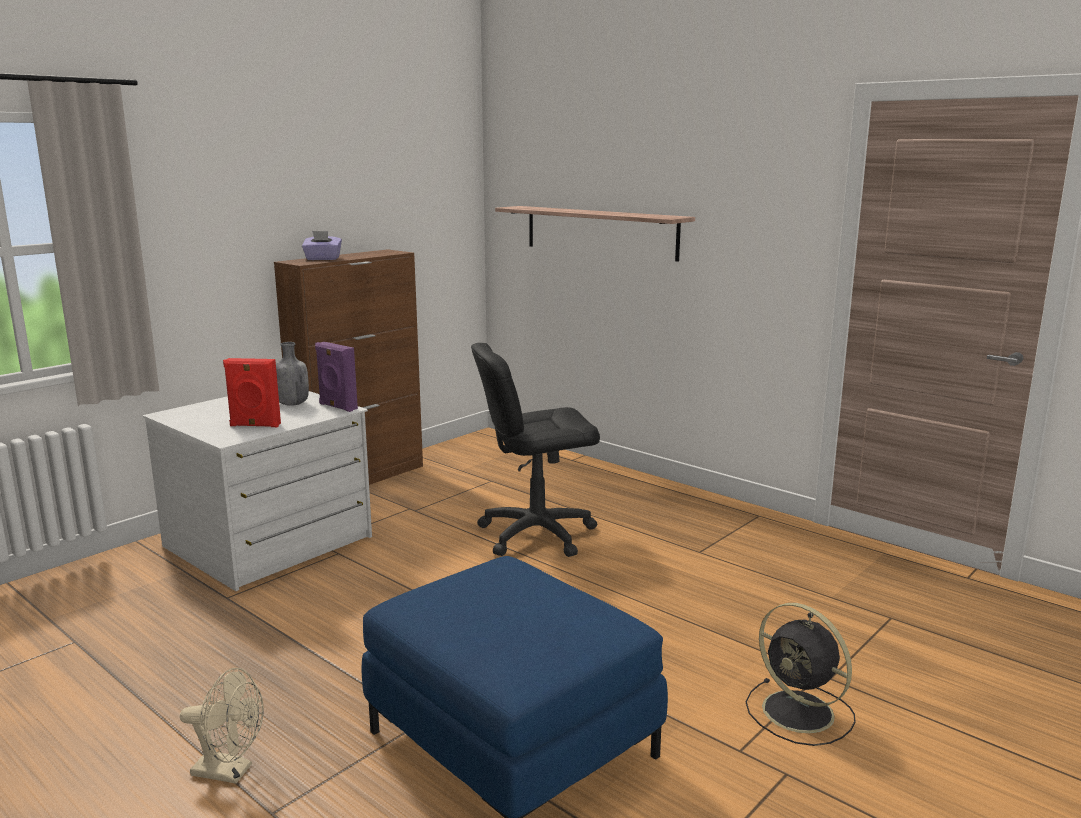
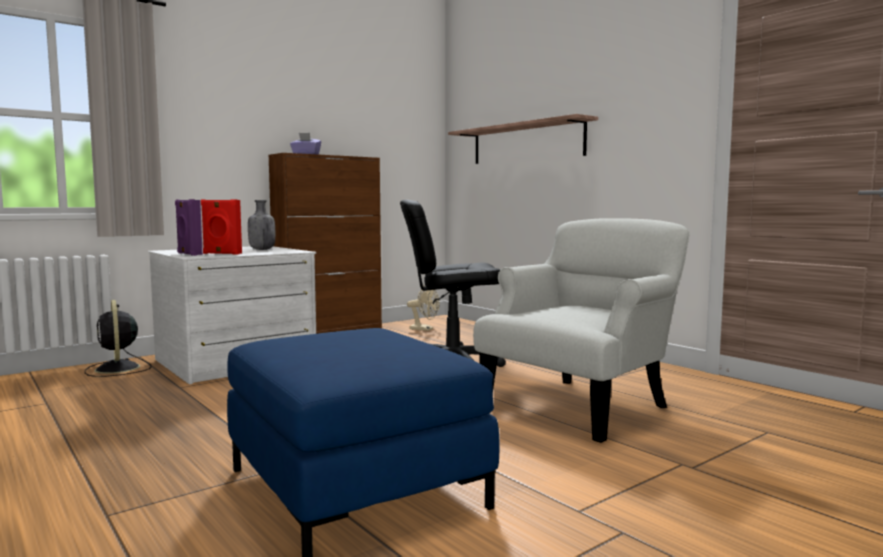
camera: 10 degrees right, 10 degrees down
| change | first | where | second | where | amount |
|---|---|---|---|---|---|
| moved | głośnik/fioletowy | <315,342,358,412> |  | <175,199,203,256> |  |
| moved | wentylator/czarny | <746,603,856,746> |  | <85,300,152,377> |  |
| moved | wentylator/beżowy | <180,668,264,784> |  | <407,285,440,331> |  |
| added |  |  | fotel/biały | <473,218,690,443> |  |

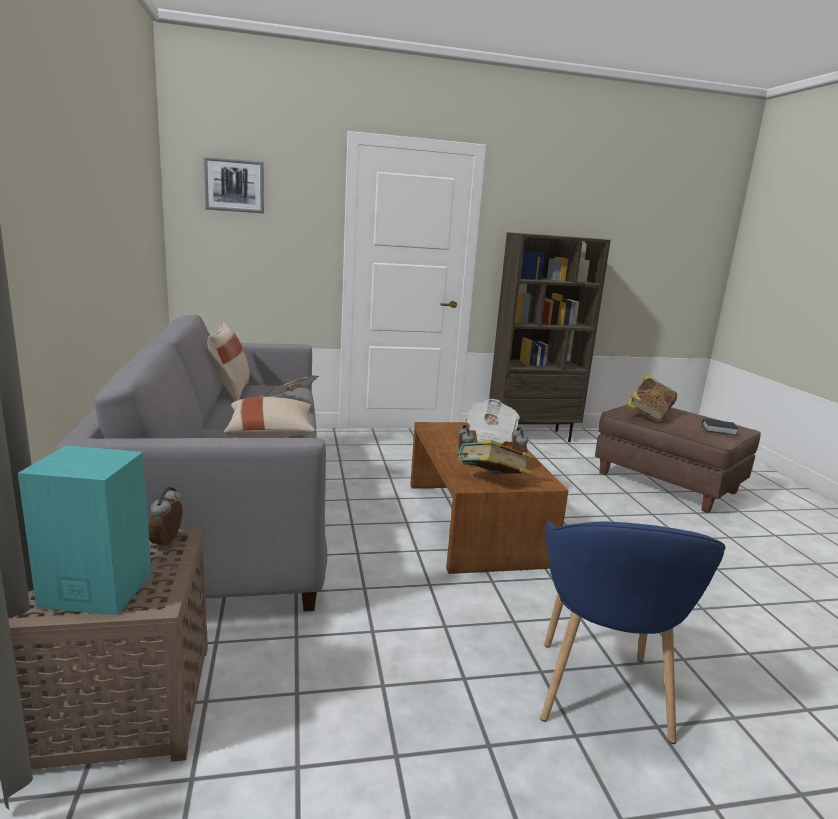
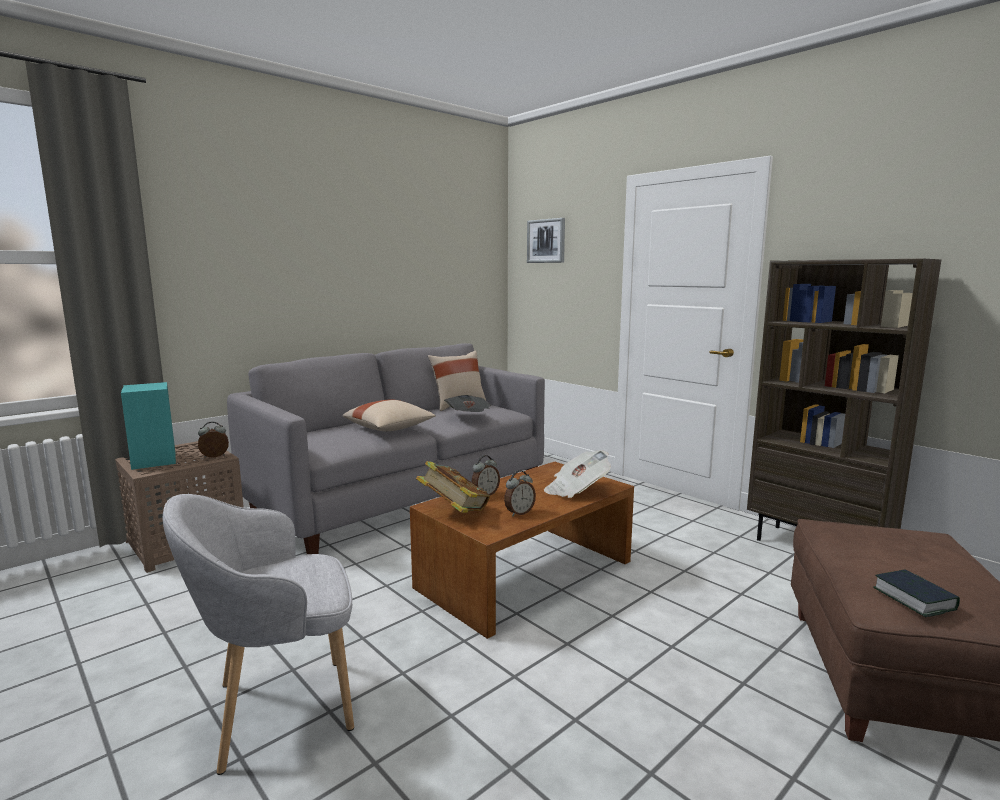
camera: 60 degrees right, 5 degrees down
| change | first | where | second | where | amount |
|---|---|---|---|---|---|
| removed | książka | <626,374,677,422> |  |  |  |
| recoloured | fotel/niebieski | <541,521,725,744> | fotel/szary | <163,494,354,775> |  |

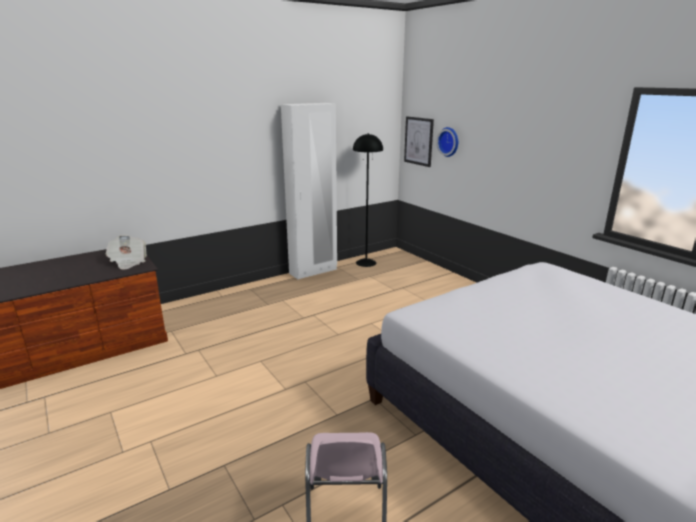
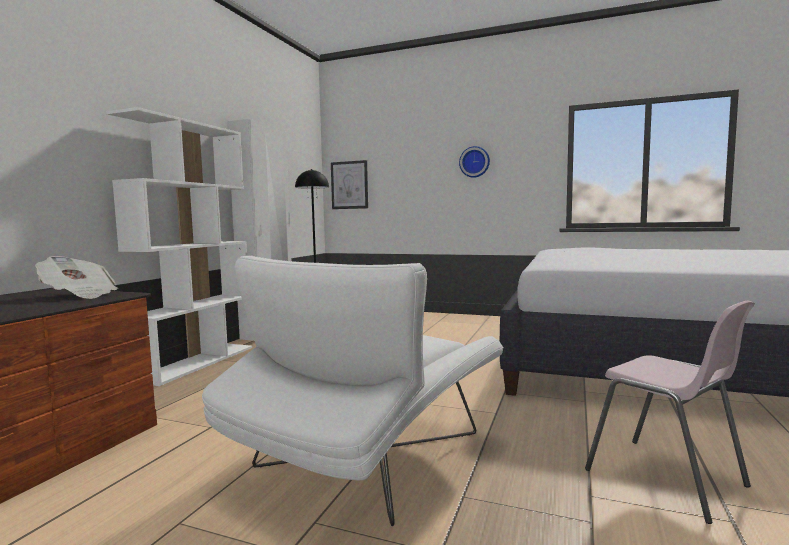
camera: 35 degrees left, 15 degrees down
| change | first | where | second | where | amount |
|---|---|---|---|---|---|
| moved | zegar ścienny | <436,127,458,157> |  | <459,146,490,178> |  |
| added |  |  | regał/biały | <106,107,252,386> |  |
| added |  |  | fotel/biały | <202,255,503,526> |  |

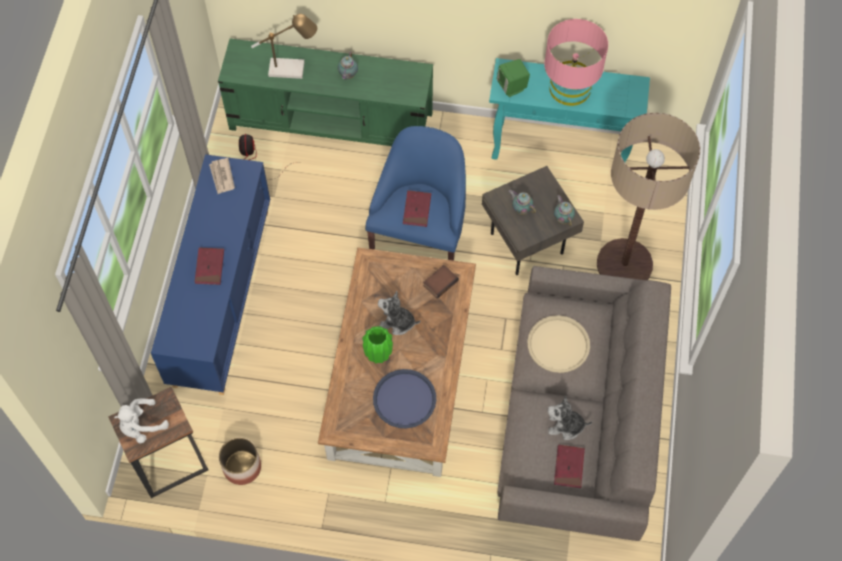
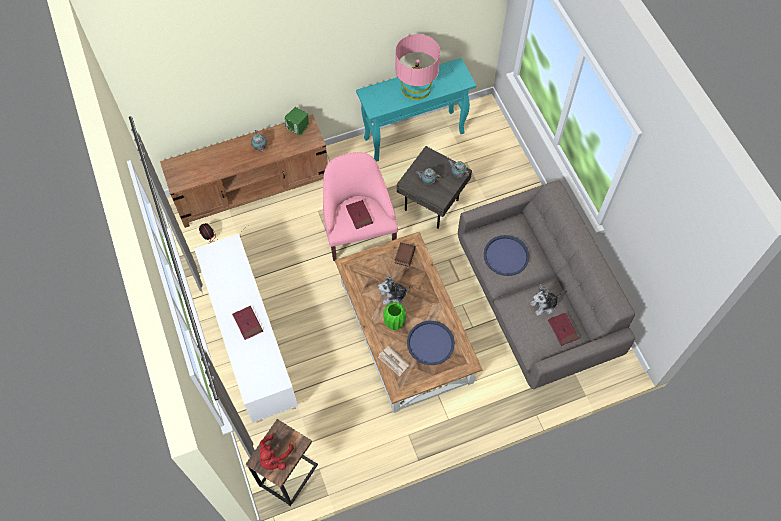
camera: 30 degrees left, 0 degrees up
| change | first | where | second | where | amount |
|---|---|---|---|---|---|
| removed | lampa stołowa | <251,14,317,79> |  |  |  |
| recoloured | szafka pod telewizor/zielony | <218,39,433,146> | szafka pod telewizor/brązowy | <160,114,328,228> |  |
| moved | głośnik/zielony | <497,59,530,97> |  | <285,107,309,136> |  |
| removed | lampa stojąca | <597,113,700,280> |  |  |  |
| recoloured | fotel/niebieski | <365,126,466,261> | fotel/różowy | <323,152,398,261> |  |
| recoloured | szafka/niebieski | <151,154,270,395> | szafka/biały | <194,234,298,423> |  |
| moved | gazeta | <209,158,235,194> |  | <378,346,409,376> |  |
| recoloured | taca/beżowy | <527,315,590,373> | taca/niebieski | <484,235,530,276> |  |
| recoloured | pluszak/biały | <114,398,169,443> | pluszak/czerwony | <259,434,294,470> |  |
| removed | donica | <219,437,261,485> |  |  |  |

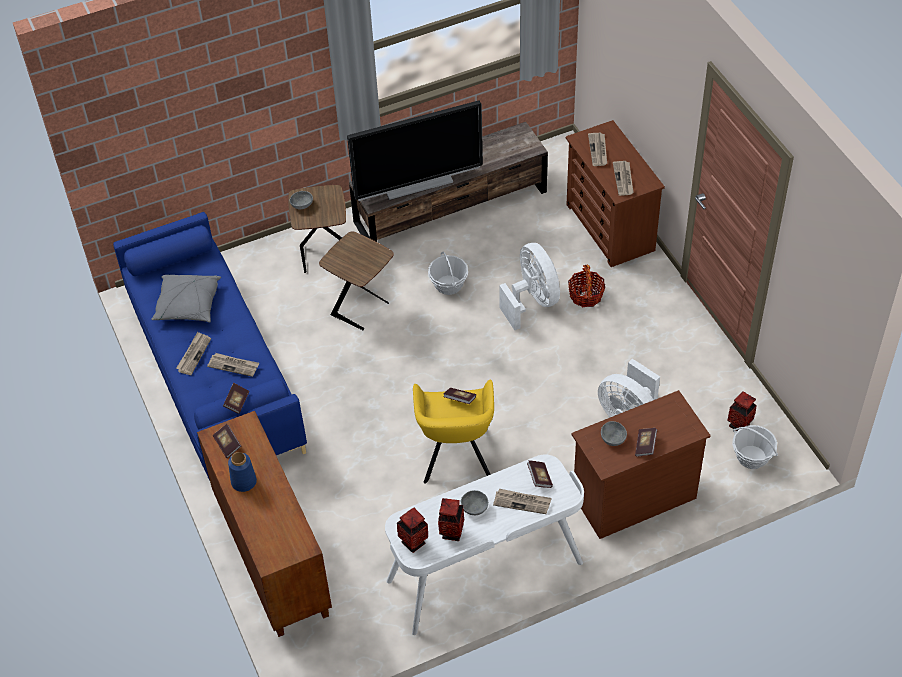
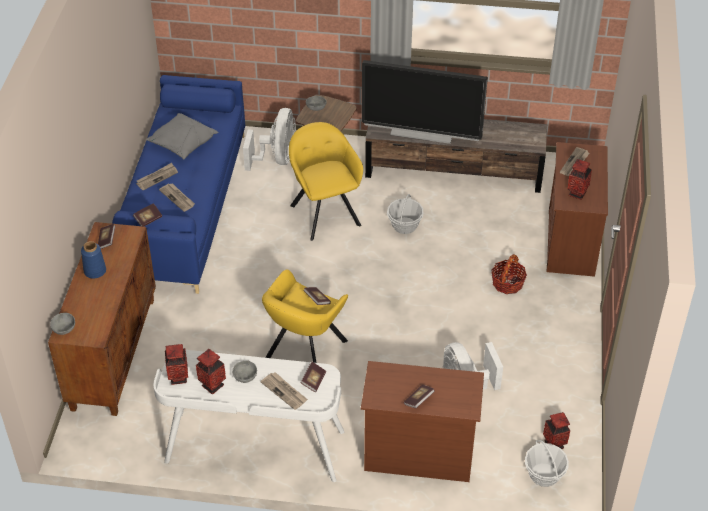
camera: 30 degrees right, 5 degrees down
| change | first | where | second | where | amount |
|---|---|---|---|---|---|
| replaced | gazeta | <613,161,634,196> | wazon | <568,159,592,200> |  |
| replaced | stolik/brązowy | <319,231,394,330> | fotel/żółty | <289,122,363,241> |  |
| moved | wentylator/biały | <499,243,560,330> |  | <243,108,296,171> |  |
| moved | miska/szary | <601,421,627,446> |  | <50,313,75,335> |  |

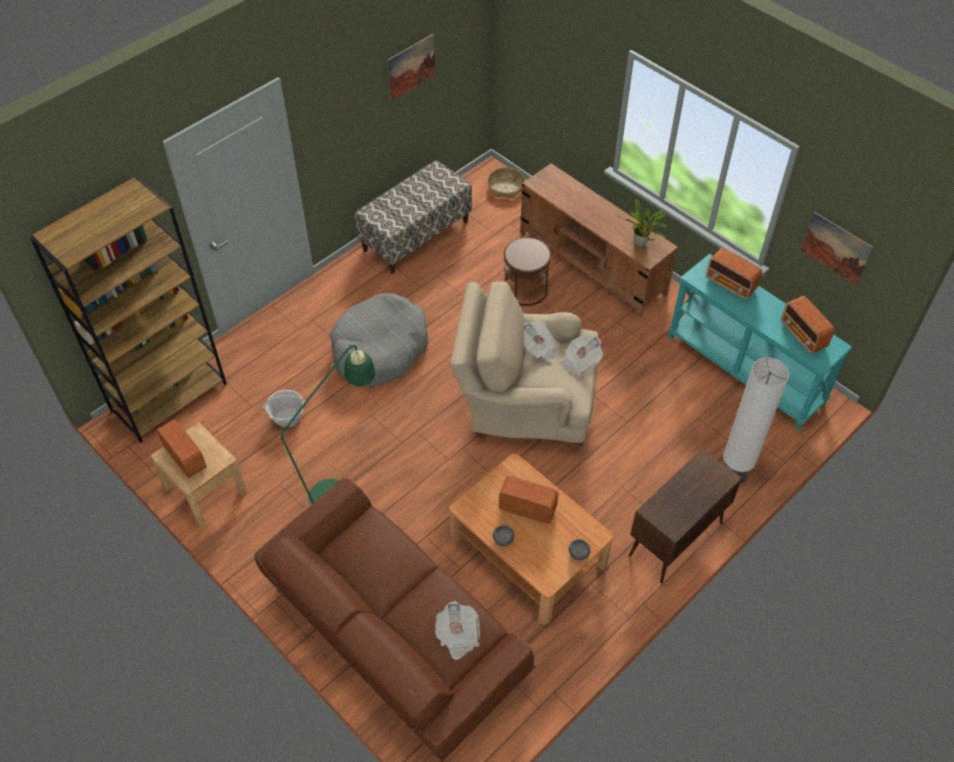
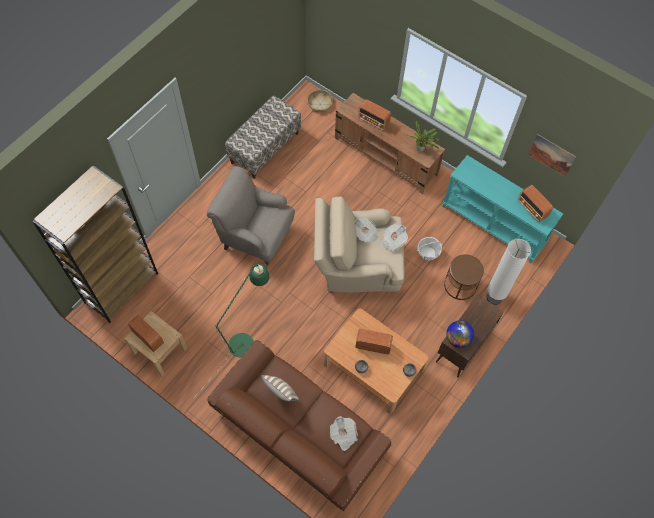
camera: 10 degrees left, 10 degrees up
| change | first | where | second | where | amount |
|---|---|---|---|---|---|
| removed | obraz | <387,34,436,101> |  |  |  |
| moved | stolik/brązowy | <504,237,551,306> |  | <444,255,484,300> |  |
| moved | radio | <706,248,762,299> |  | <358,99,391,130> |  |
| replaced | legowisko/szary | <330,293,429,387> | fotel/szary | <207,166,295,265> |  |
| moved | koszyk | <262,390,305,427> |  | <416,237,443,261> |  |
| added |  |  | globus | <446,320,474,348> |  |
| added |  |  | poduszka | <261,375,299,401> |  |

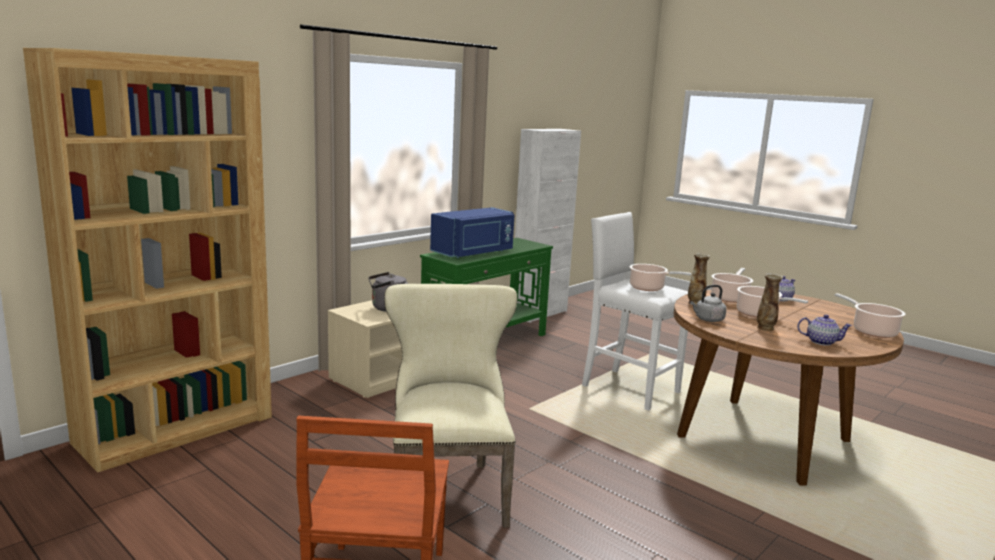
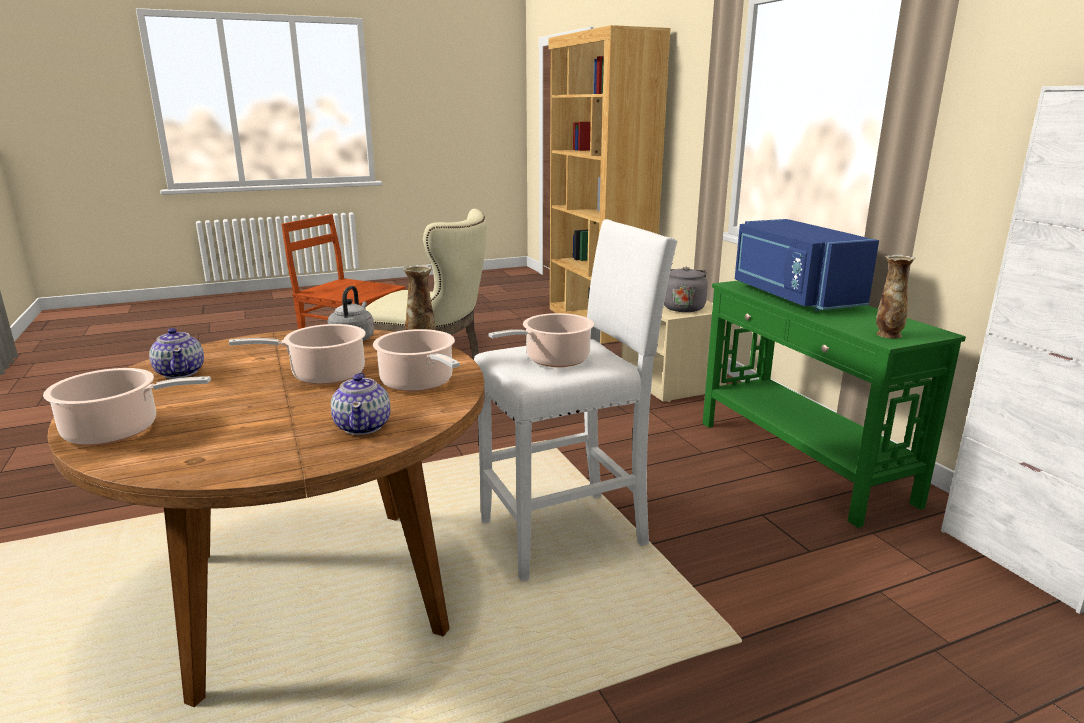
camera: 115 degrees right, 5 degrees up
| change | first | where | second | where | amount |
|---|---|---|---|---|---|
| moved | wazon | <757,273,783,331> |  | <876,254,915,338> |  |
| turned | imbryk | <797,314,852,346> |  | <149,328,204,379> | 75 degrees counterclockwise |

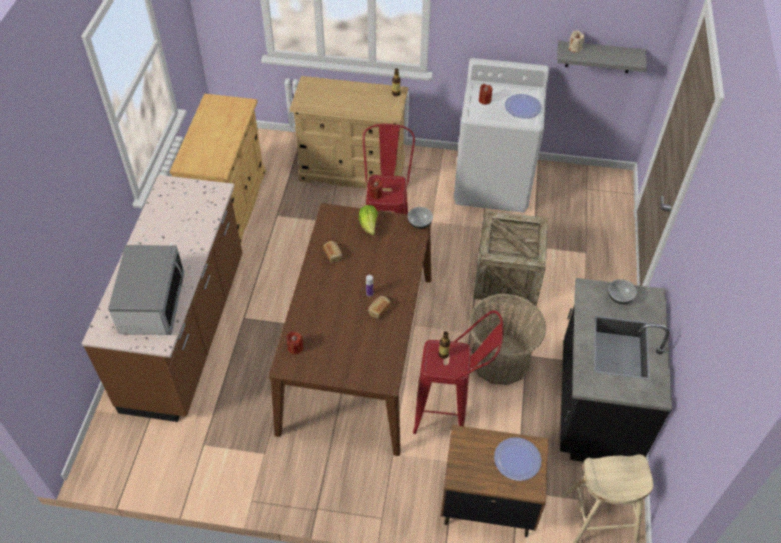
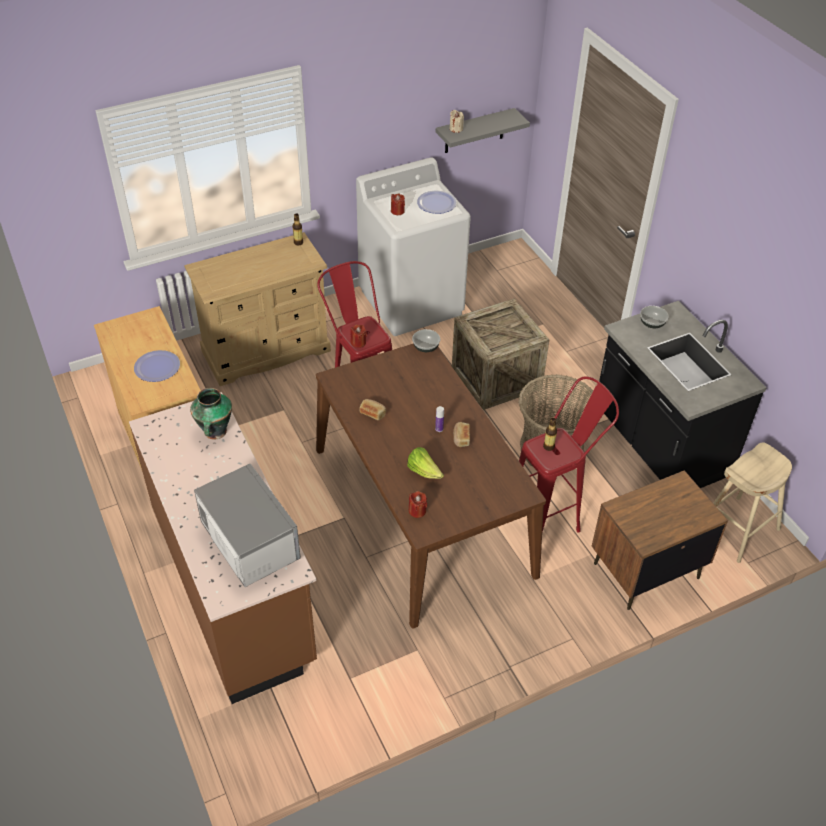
camera: 35 degrees left, 5 degrees down
| change | first | where | second | where | amount |
|---|---|---|---|---|---|
| moved | sałata | <359,205,378,235> |  | <407,447,444,479> |  |
| moved | talerz | <494,437,541,481> |  | <134,350,180,382> |  |
| added |  |  | wazon | <190,388,232,439> |  |

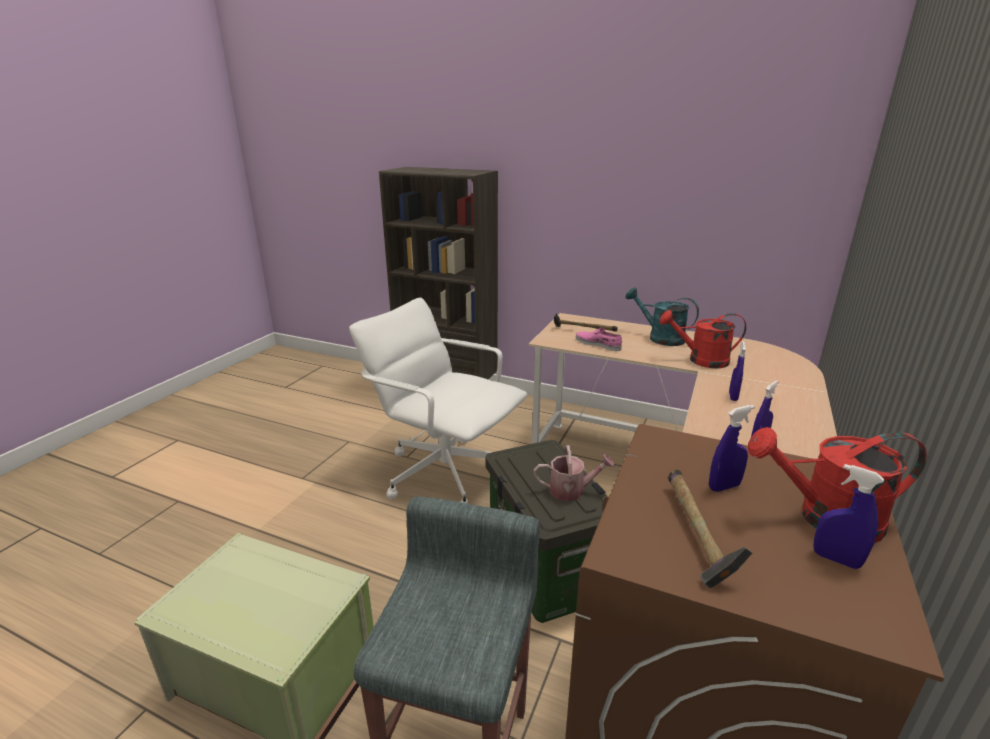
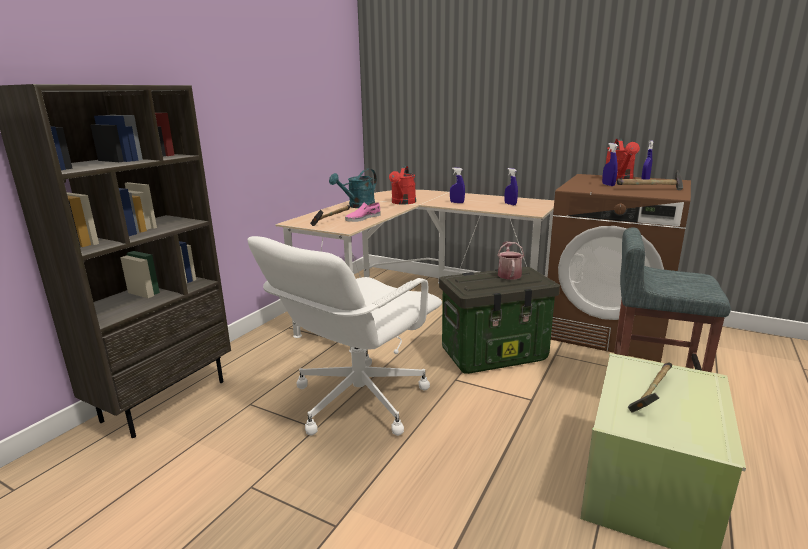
camera: 85 degrees left, 5 degrees down
| change | first | where | second | where | amount |
|---|---|---|---|---|---|
| added |  |  | młotek | <628,363,672,413> |  |

